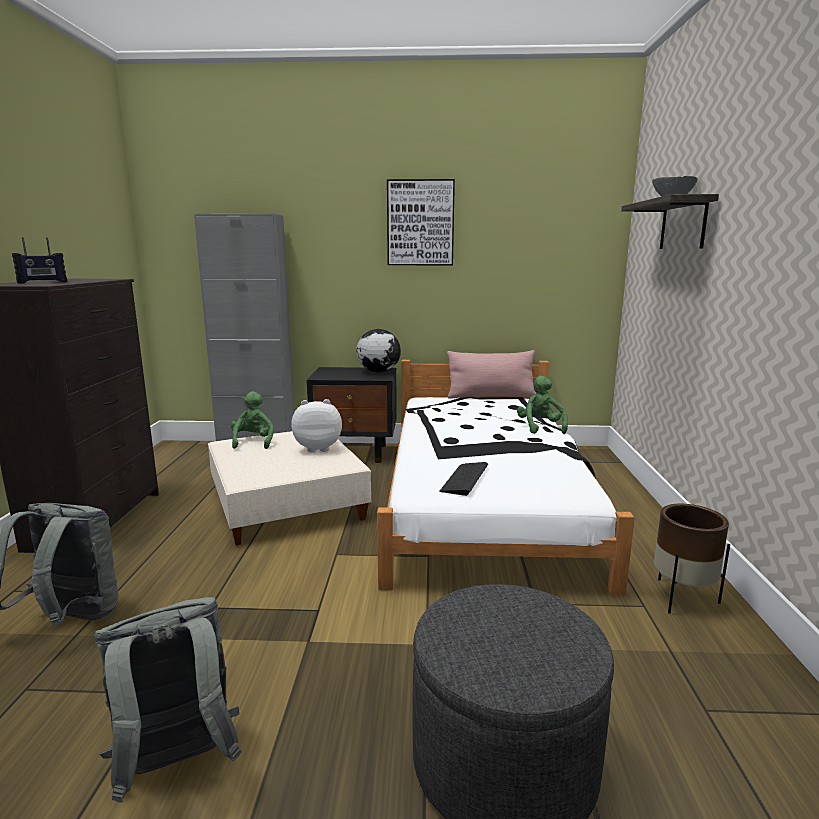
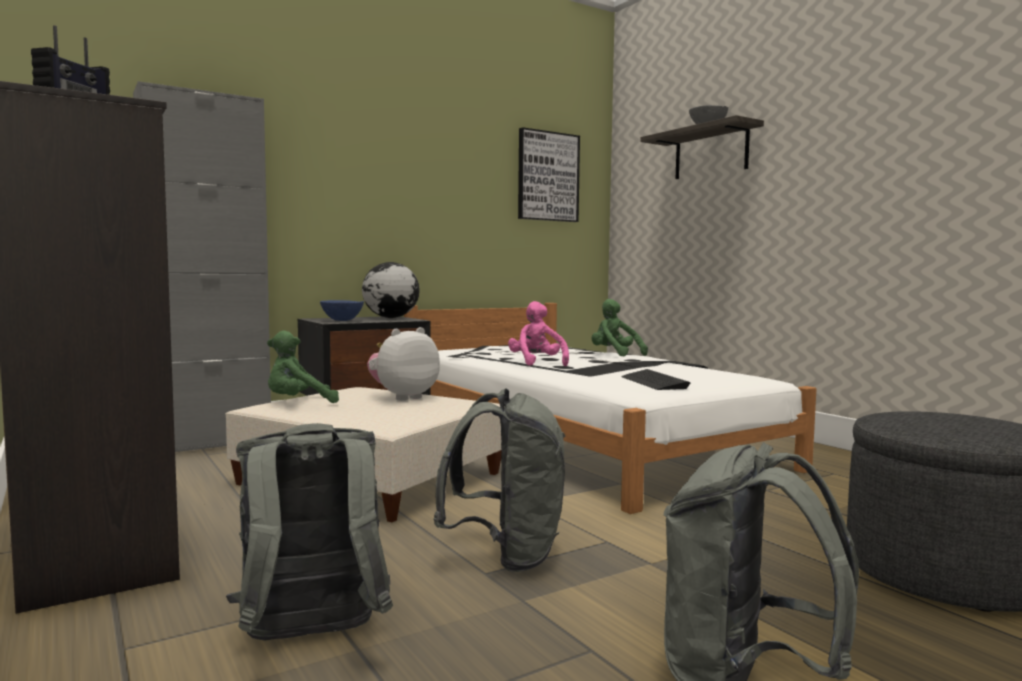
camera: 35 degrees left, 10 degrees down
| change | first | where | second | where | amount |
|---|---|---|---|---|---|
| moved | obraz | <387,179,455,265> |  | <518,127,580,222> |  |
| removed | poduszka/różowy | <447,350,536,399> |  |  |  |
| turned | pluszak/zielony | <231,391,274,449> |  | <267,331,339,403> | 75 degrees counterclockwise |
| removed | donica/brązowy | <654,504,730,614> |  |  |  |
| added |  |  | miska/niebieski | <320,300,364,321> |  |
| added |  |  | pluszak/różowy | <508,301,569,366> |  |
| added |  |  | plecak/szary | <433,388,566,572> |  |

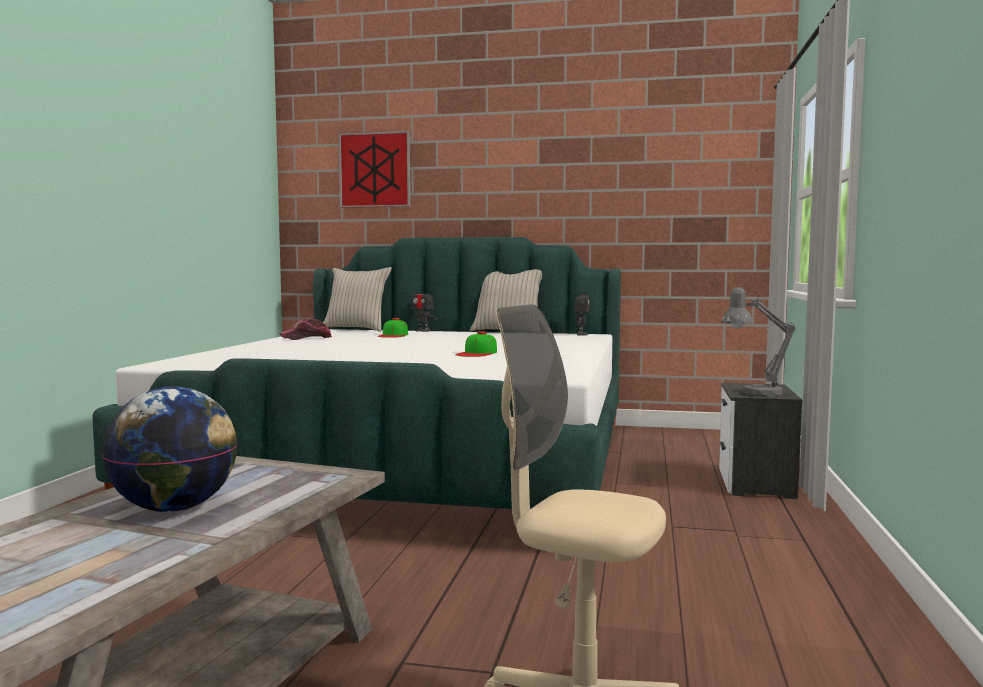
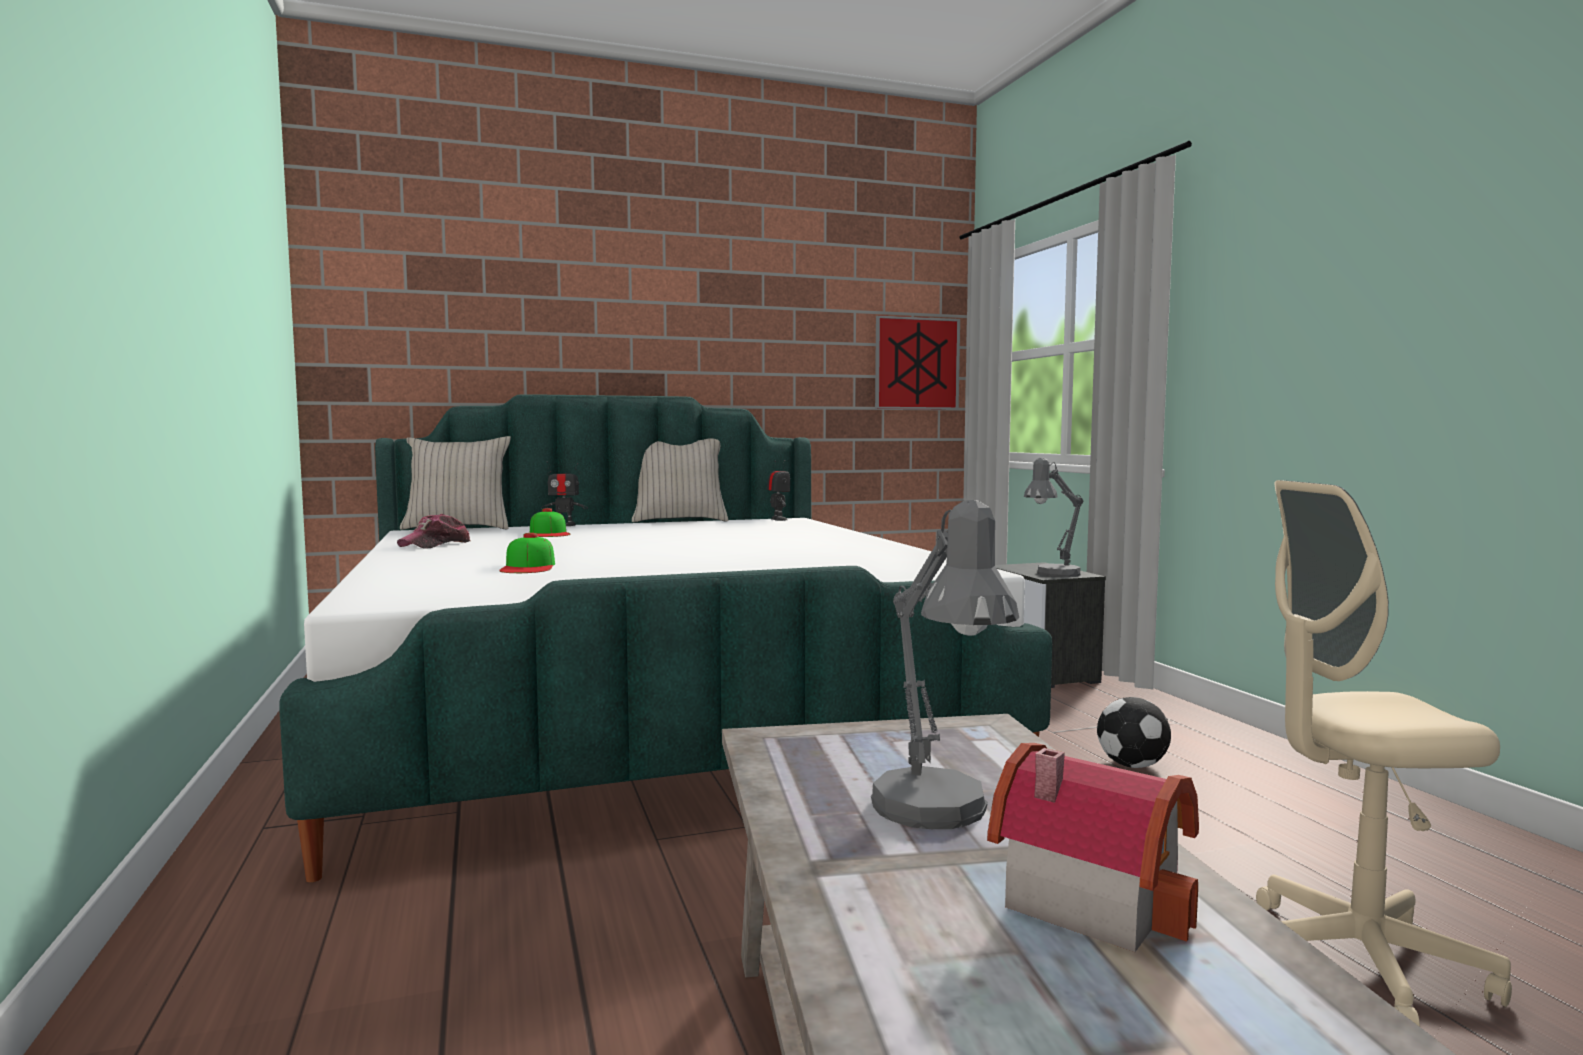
camera: 30 degrees left, 0 degrees up
| change | first | where | second | where | amount |
|---|---|---|---|---|---|
| moved | obraz | <338,131,410,208> |  | <875,315,960,410> |  |
| moved | czapka z daszkiem | <455,331,497,357> |  | <499,533,555,573> |  |
| replaced | globus | <102,386,238,512> | lampa stołowa/szary | <871,500,1019,829> |  |
| added |  |  | piłka futbolowa | <1097,697,1171,768> |  |
| added |  |  | domek | <987,743,1199,952> |  |

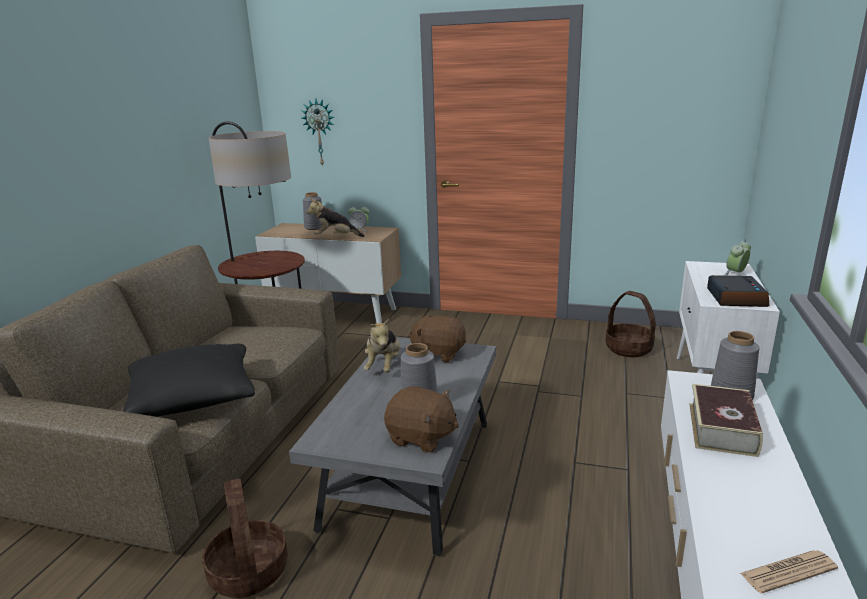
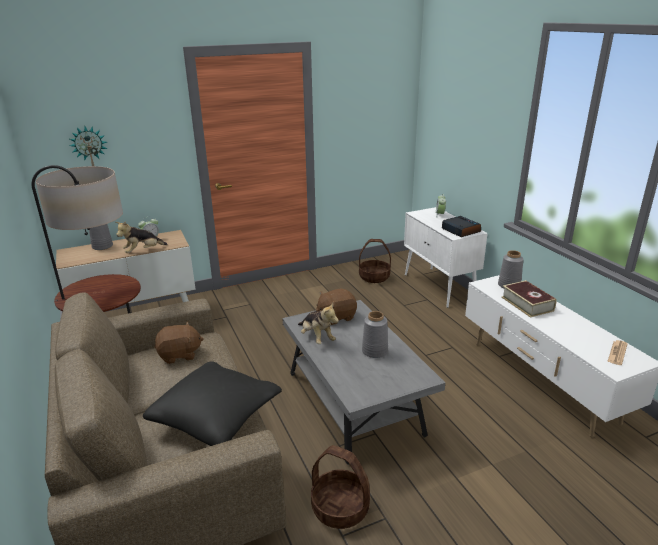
camera: 40 degrees left, 5 degrees up
| change | first | where | second | where | amount |
|---|---|---|---|---|---|
| moved | pluszak/brązowy | <384,386,459,453> |  | <155,322,204,364> |  |

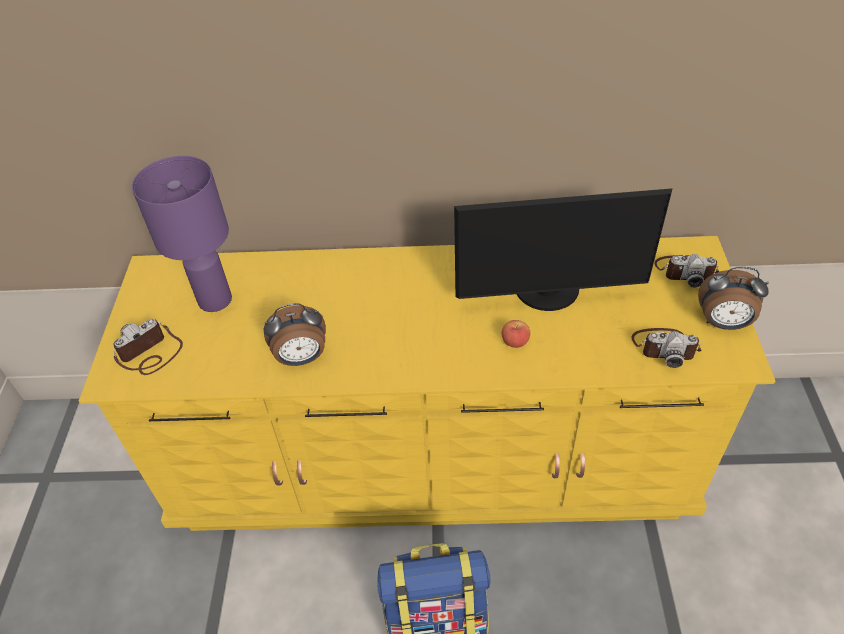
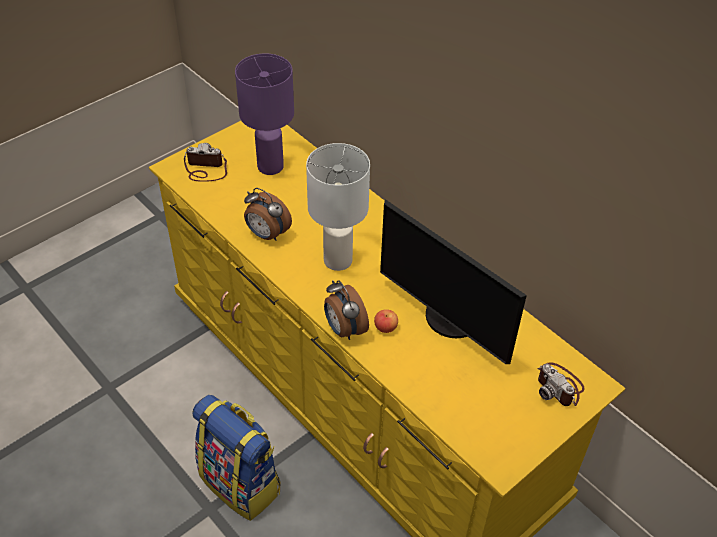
camera: 45 degrees right, 0 degrees up
| change | first | where | second | where | amount |
|---|---|---|---|---|---|
| moved | budzik | <698,267,769,330> |  | <324,280,369,340> |  |
| removed | aparat fotograficzny | <631,328,701,368> |  |  |  |
| added |  |  | lampa stołowa/biały | <306,143,370,271> |  |

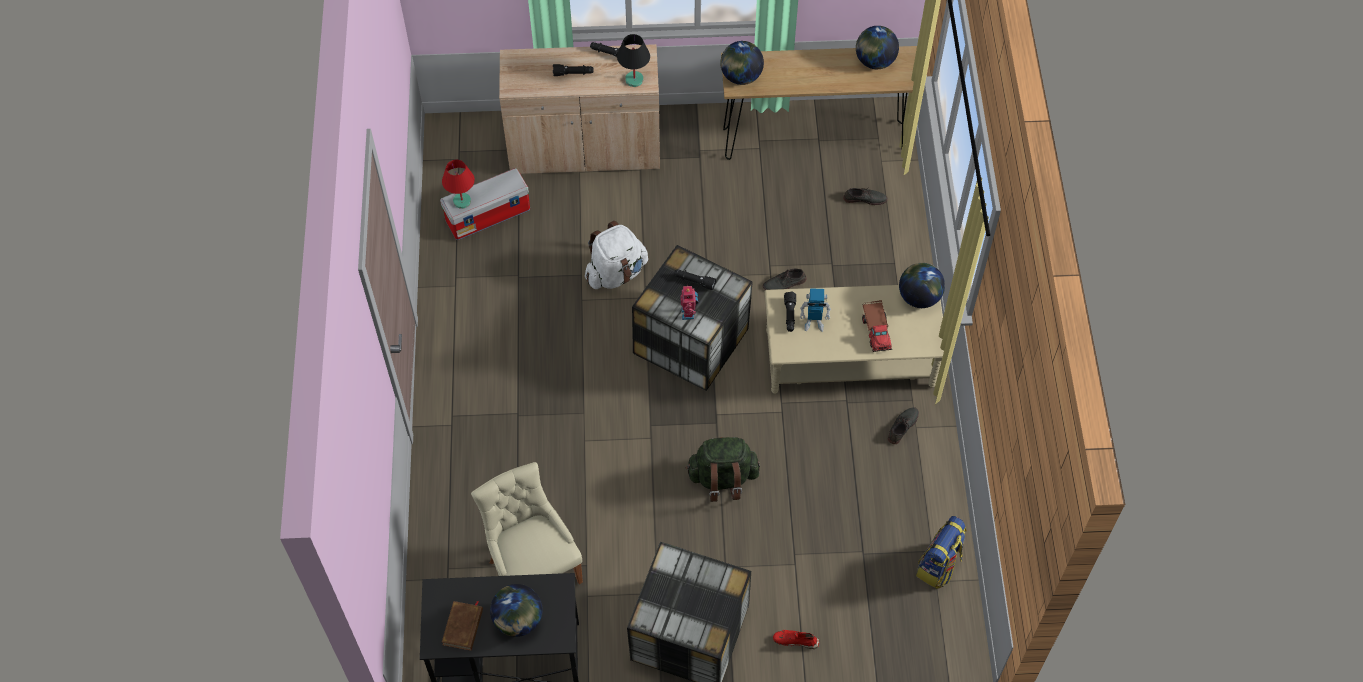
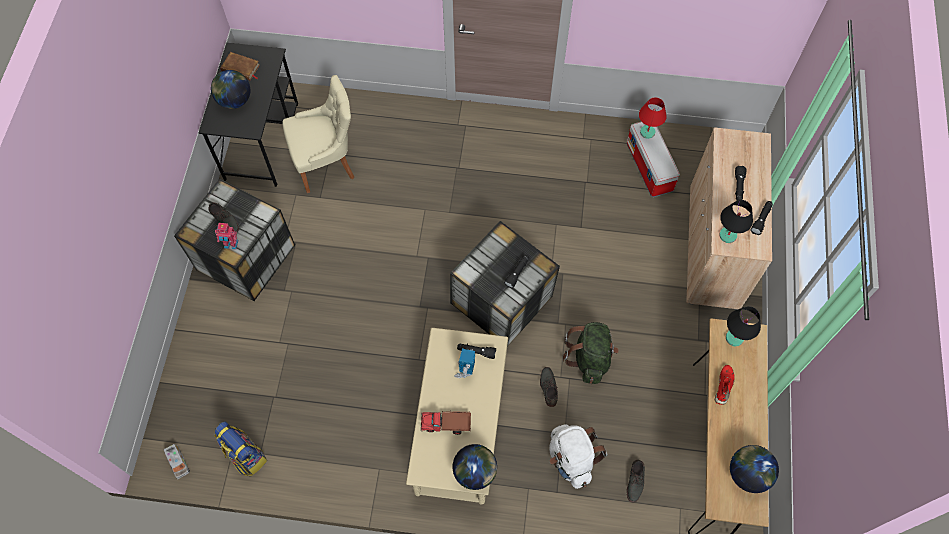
camera: 100 degrees right, 5 degrees up
| change | first | where | second | where | amount |
|---|---|---|---|---|---|
| replaced | globus | <720,41,764,85> | lampa stołowa/czarny | <726,306,761,346> |  |
| moved | plecak/biały | <585,221,648,289> |  | <549,424,608,489> |  |
| moved | robot zabawkowy | <681,285,698,320> |  | <215,223,238,250> |  |
| moved | but/szary | <888,407,919,444> |  | <208,202,239,232> |  |
| moved | plecak/zielony | <686,437,760,502> |  | <563,322,619,384> |  |
| moved | but/czerwony | <773,630,819,649> |  | <715,365,735,405> |  |
| added |  |  | ciężarówka zabawkowa | <164,444,190,479> |  |

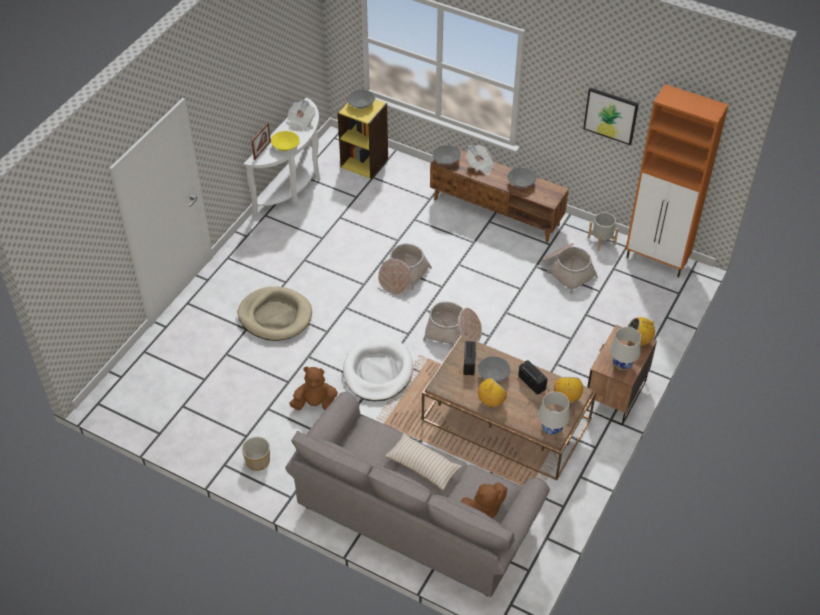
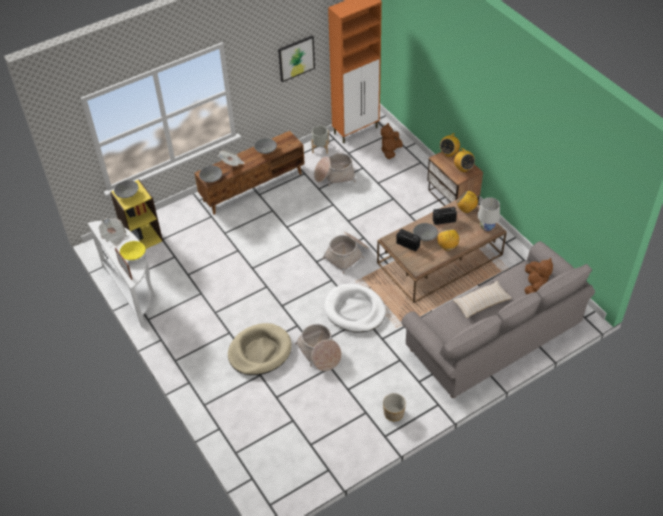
camera: 60 degrees left, 0 degrees up
| change | first | where | second | where | amount |
|---|---|---|---|---|---|
| moved | koszyk | <378,243,432,294> |  | <295,324,342,371> |  |
| replaced | lampa stołowa/biały | <610,327,641,371> | radio | <454,148,475,172> |  |
| moved | pluszak/brązowy | <289,367,338,410> |  | <381,123,403,159> |  |

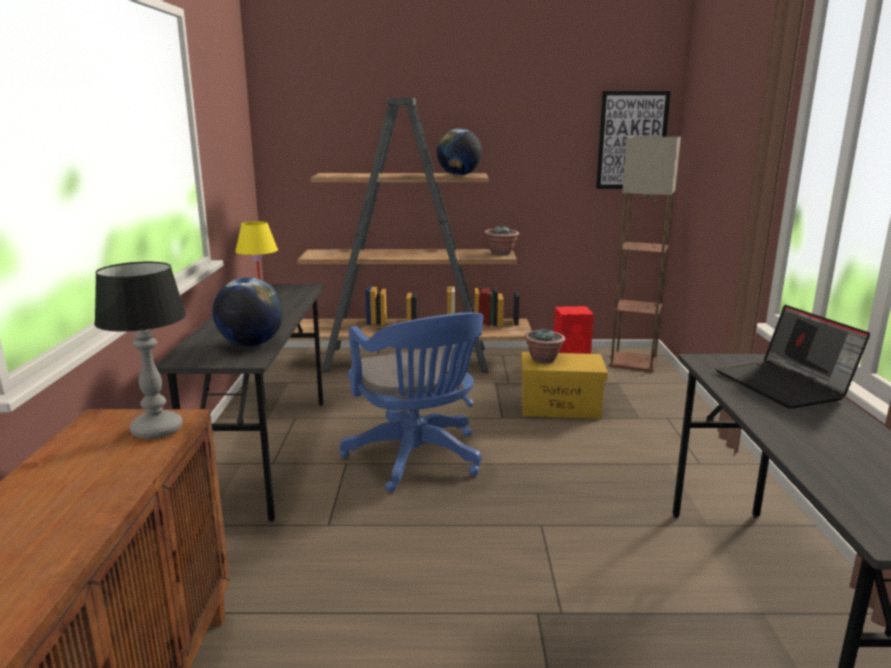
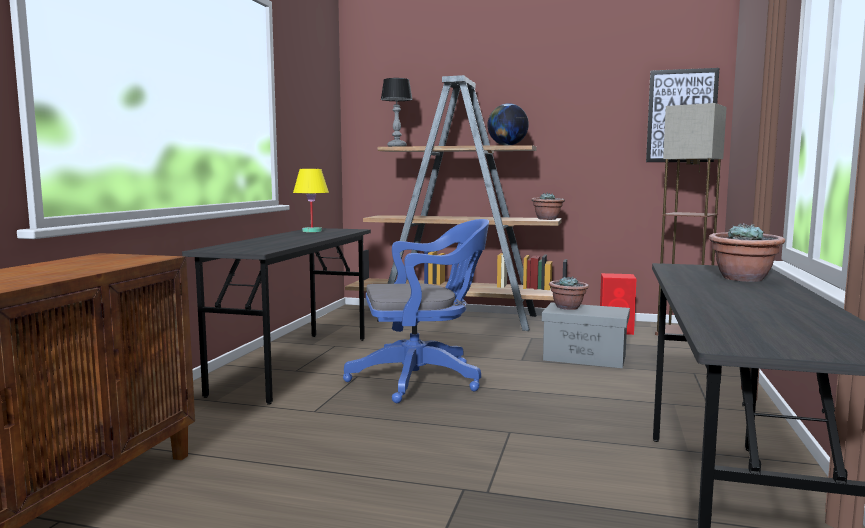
camera: 15 degrees right, 10 degrees down
| change | first | where | second | where | amount |
|---|---|---|---|---|---|
| moved | lampa stołowa | <94,262,186,439> |  | <381,78,413,147> |  |
| removed | globus | <212,277,284,346> |  |  |  |
| replaced | laptop | <715,305,870,408> | roślina doniczkowa | <709,223,785,282> |  |
| turned | krzesło biurowe/niebieski | <340,312,483,492> |  | <343,219,489,403> | 90 degrees counterclockwise |
| recoloured | pojemnik do przechowywania/żółty | <521,352,608,419> | pojemnik do przechowywania/szary | <542,303,630,368> |  |

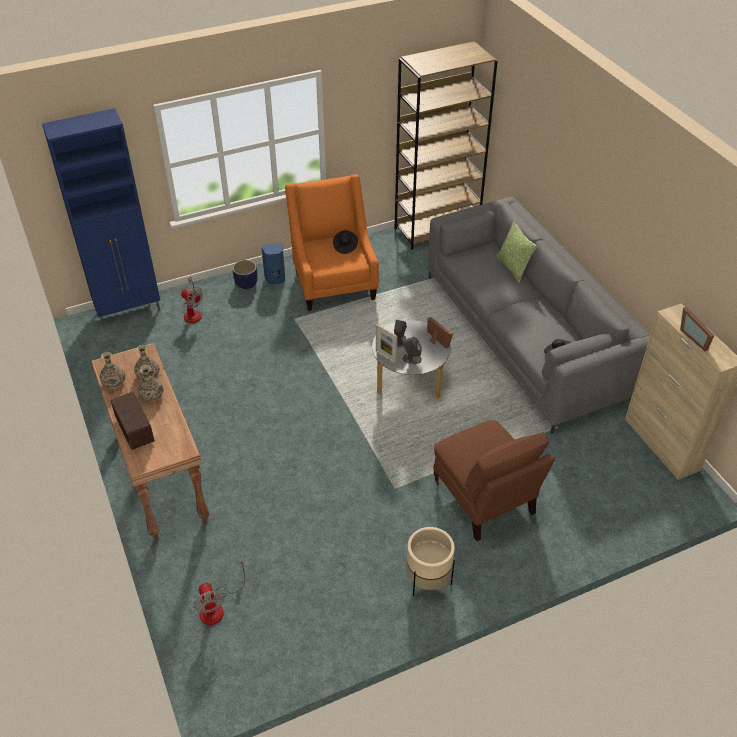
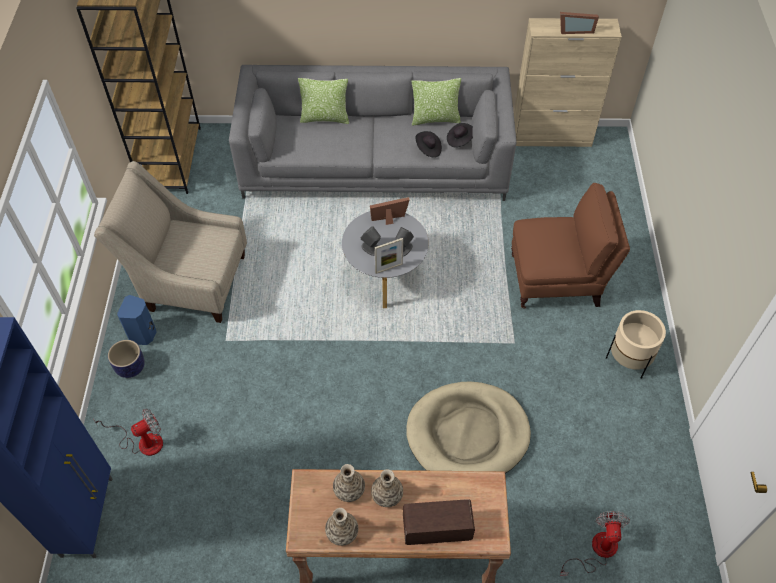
camera: 65 degrees left, 10 degrees up
| change | first | where | second | where | amount |
|---|---|---|---|---|---|
| recoloured | fotel/pomarańczowy | <285,174,379,311> | fotel/beżowy | <94,161,247,323> |  |
| moved | kapelusz/czarny | <333,230,358,254> |  | <415,131,442,158> |  |
| turned | wentylator | <193,558,245,625> |  | <560,511,630,576> | 90 degrees counterclockwise |
| added |  |  | poduszka | <412,78,461,125> |  |
| added |  |  | legowisko/beżowy | <407,382,531,474> |  |

